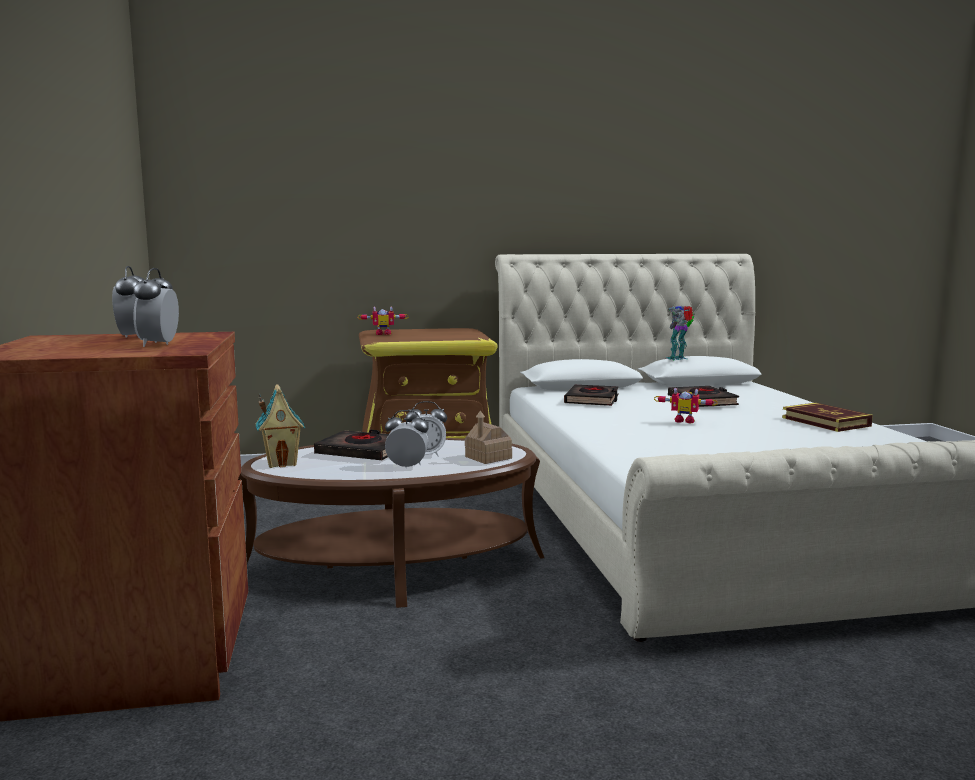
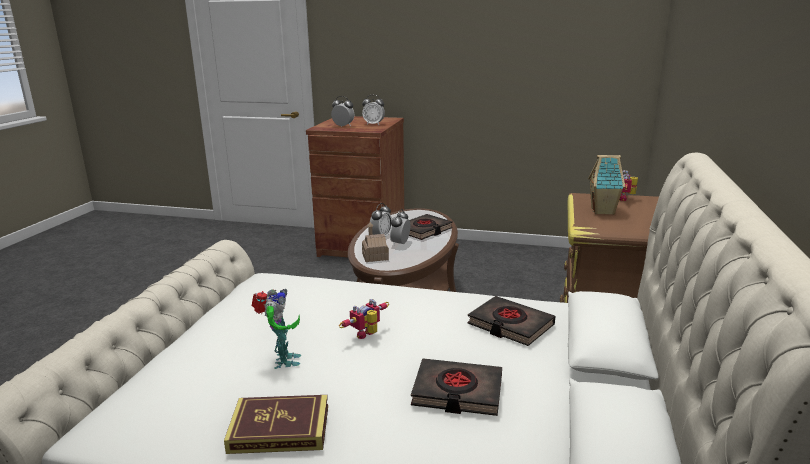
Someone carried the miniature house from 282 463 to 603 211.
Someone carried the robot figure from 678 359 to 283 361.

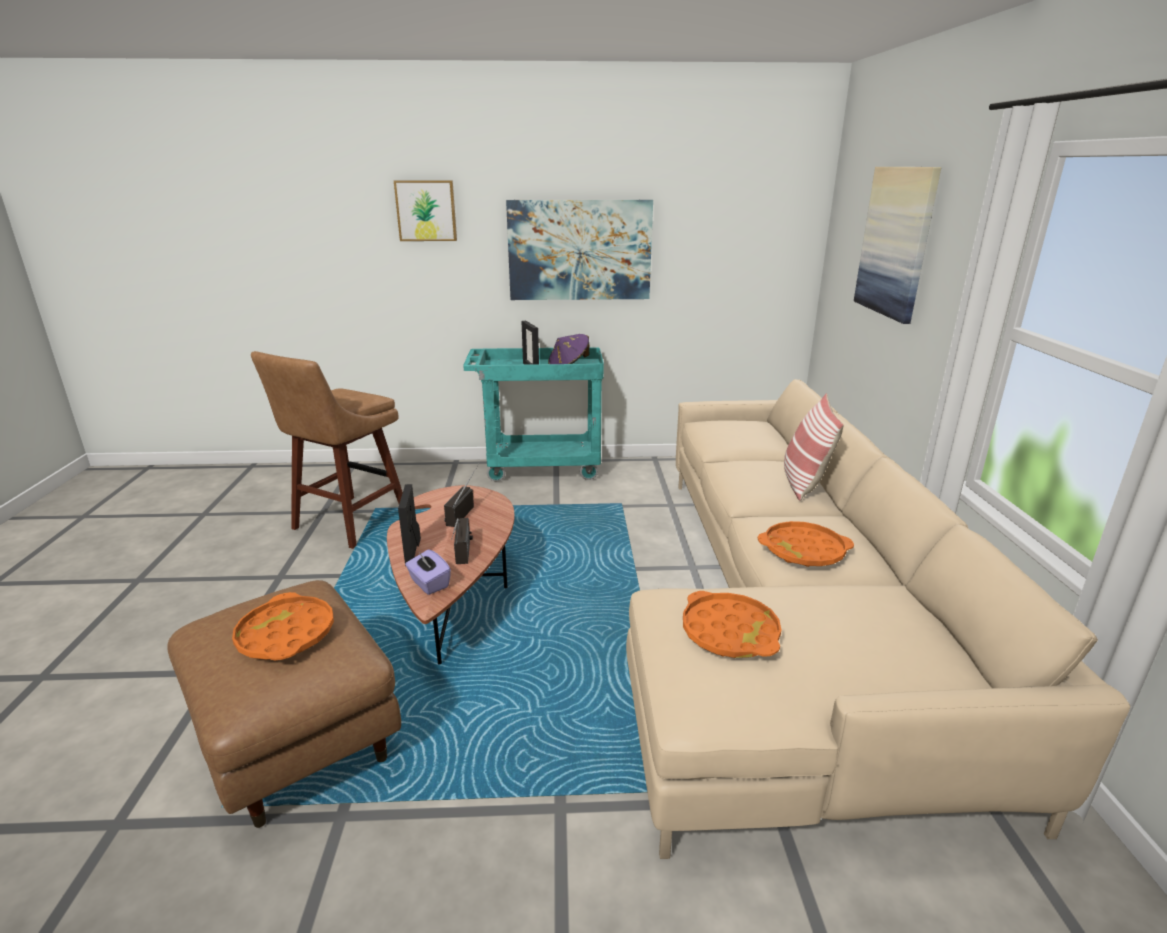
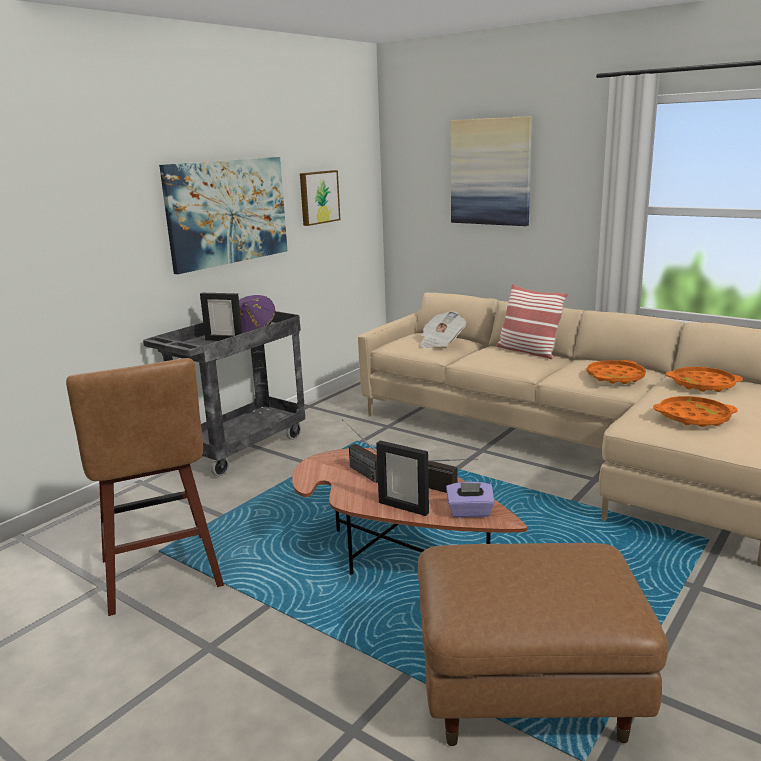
Someone carried the orange-coloured tray from 286 635 to 703 384.
Someone carried the picture from 426 210 to 318 197.
Someone repainted the turquoise wheeled cart at 538 471, which became the greyish wheeled cart at 239 452.
Someone put down the printed paper at 441 342.

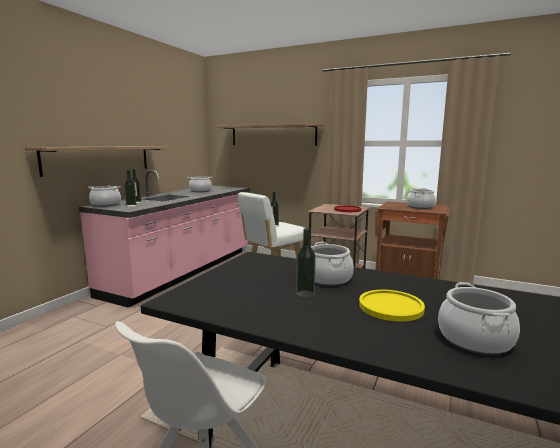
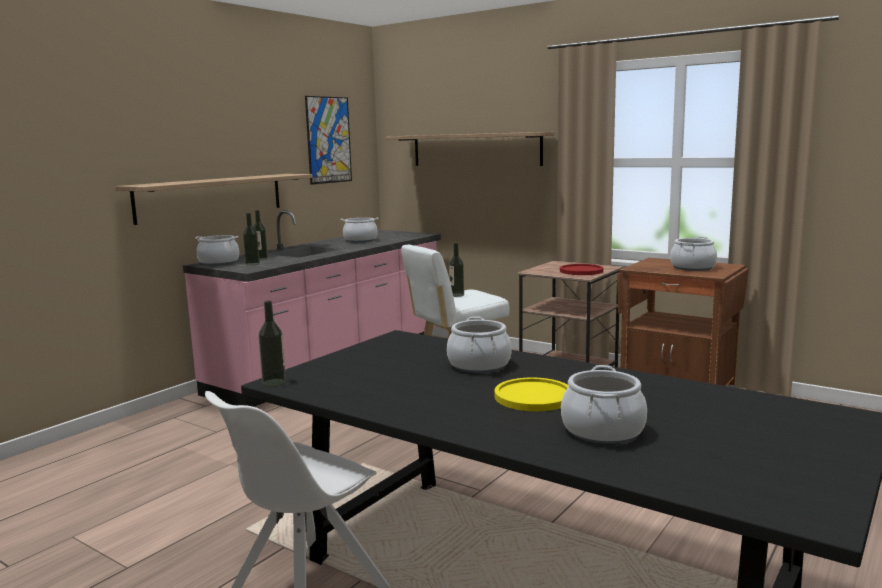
Someone carried the drink bottle from 305 294 to 274 382.
Someone put up the picture at 328 140.

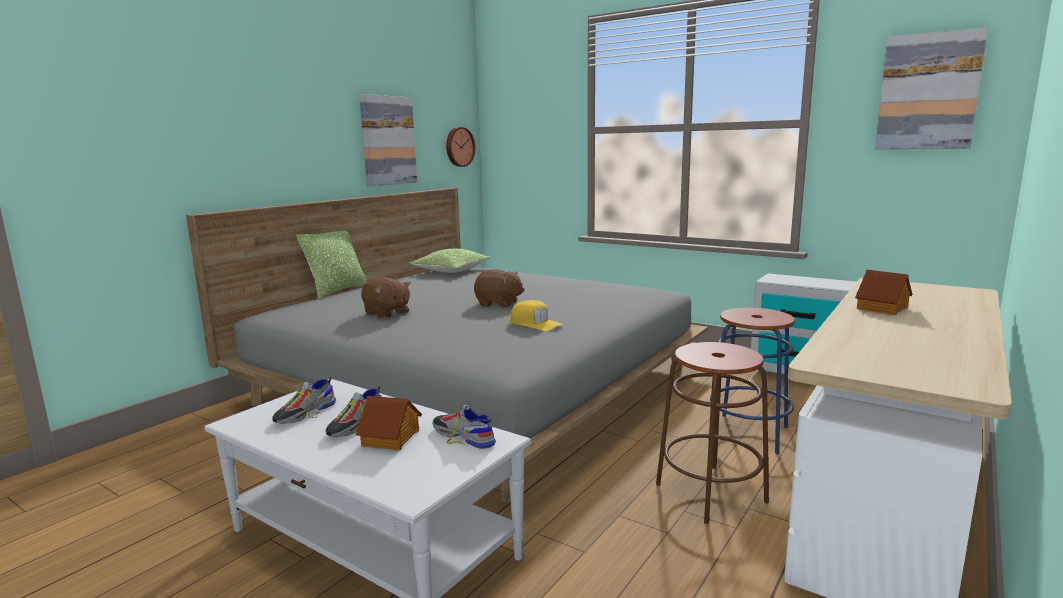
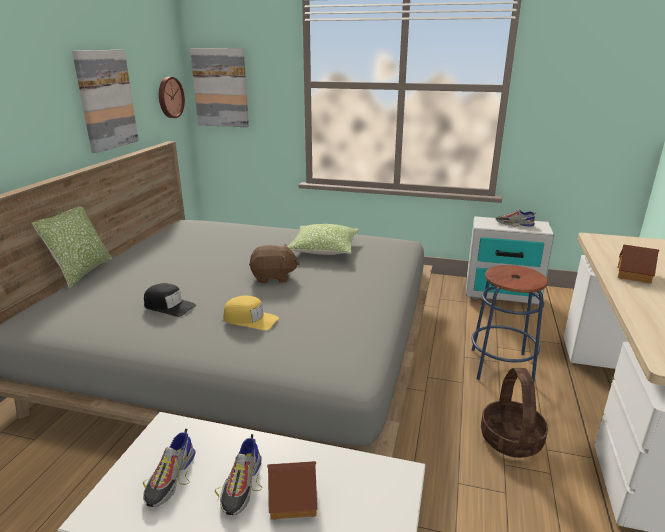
Someone swapped the brown soft toy at 386 313 for the black baseball cap at 169 306.
Someone carried the pillow from 451 271 to 324 249.
Someone carried the low shoe from 463 436 to 514 223.
Someone carried the yellow baseball cap from 535 324 to 250 319.
Someone swapped the brown stool at 710 493 for the basket at 511 439.
Someone carried the picture from 928 92 to 221 88.

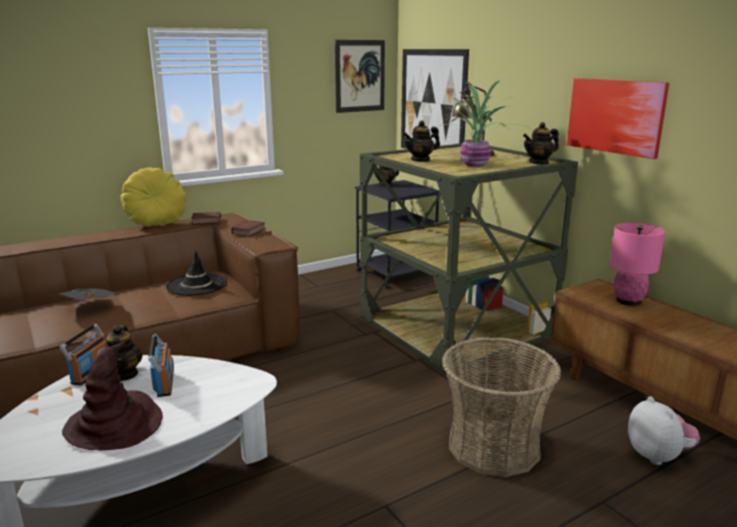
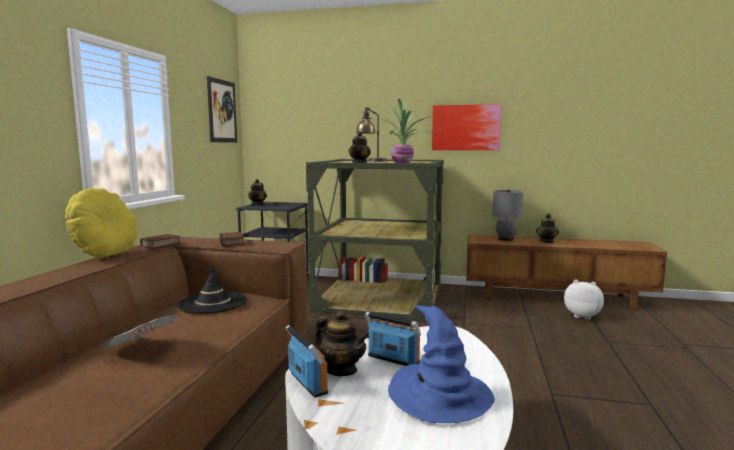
Someone repainted the brown clothing hat at 115 424, which became the blue-coloured clothing hat at 440 396.
Someone took away the picture at 432 103.
Someone took away the basket at 493 446.
Someone carried the pot for tea from 539 162 to 546 241.
Someone repainted the pinkish lamp for a table at 628 301, which became the greyish lamp for a table at 505 239.

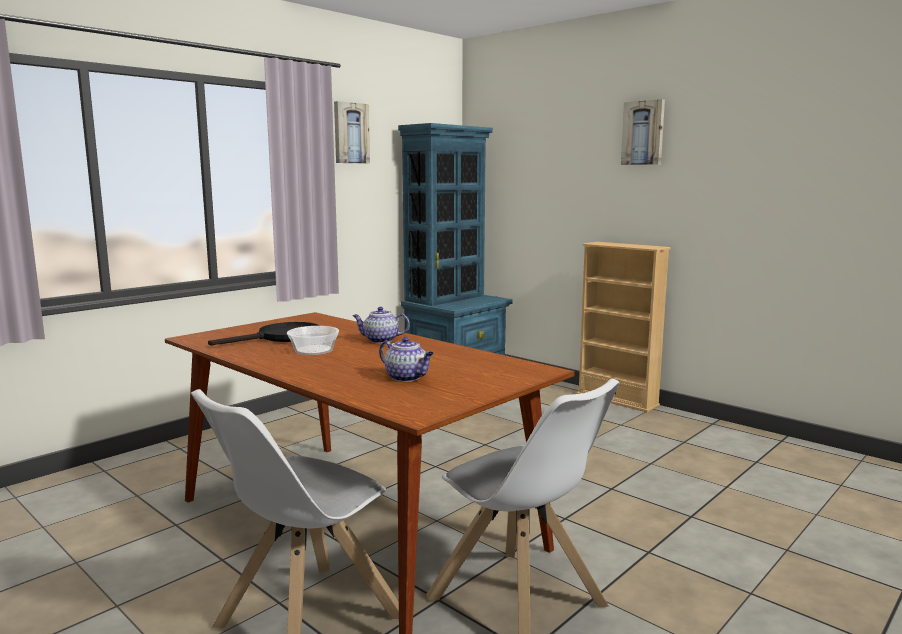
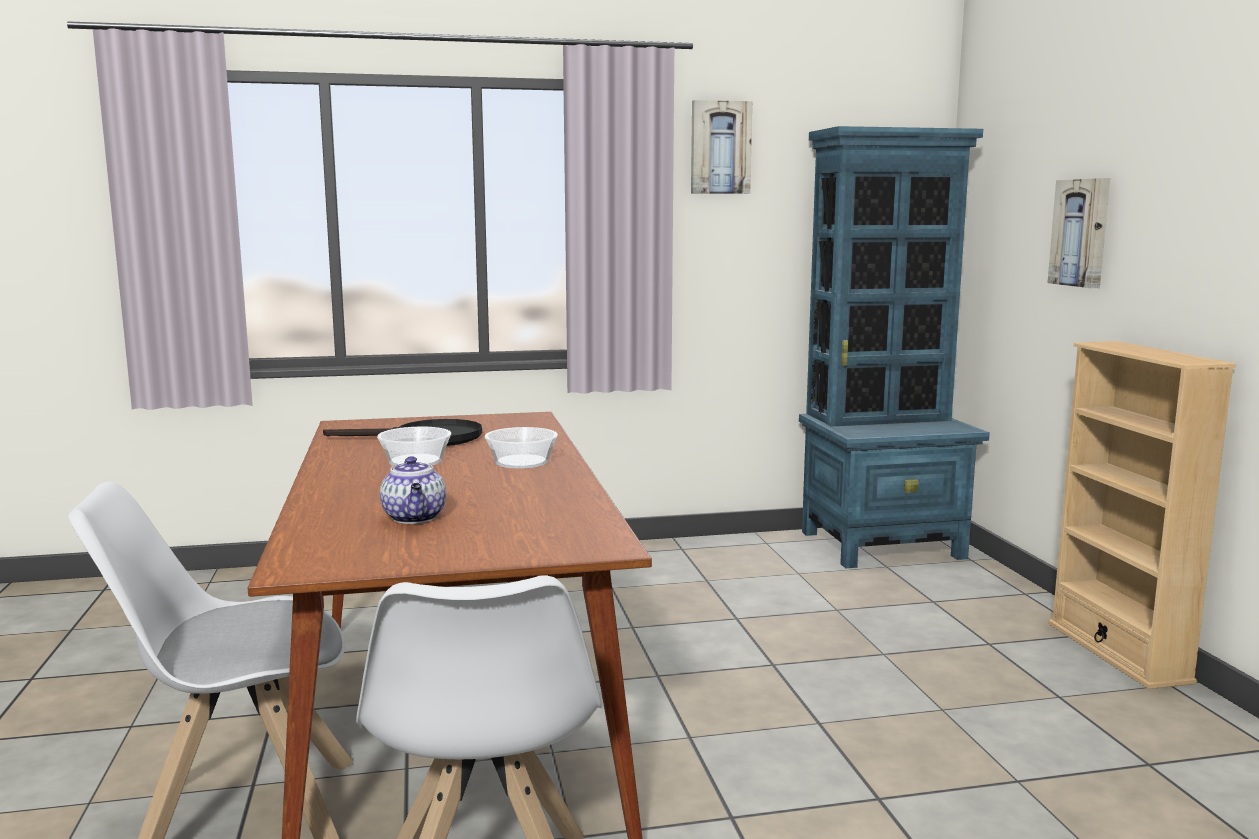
Someone swapped the pot for tea at 380 340 for the deep dish at 520 462.
Someone carried the picture from 643 133 to 1082 232.

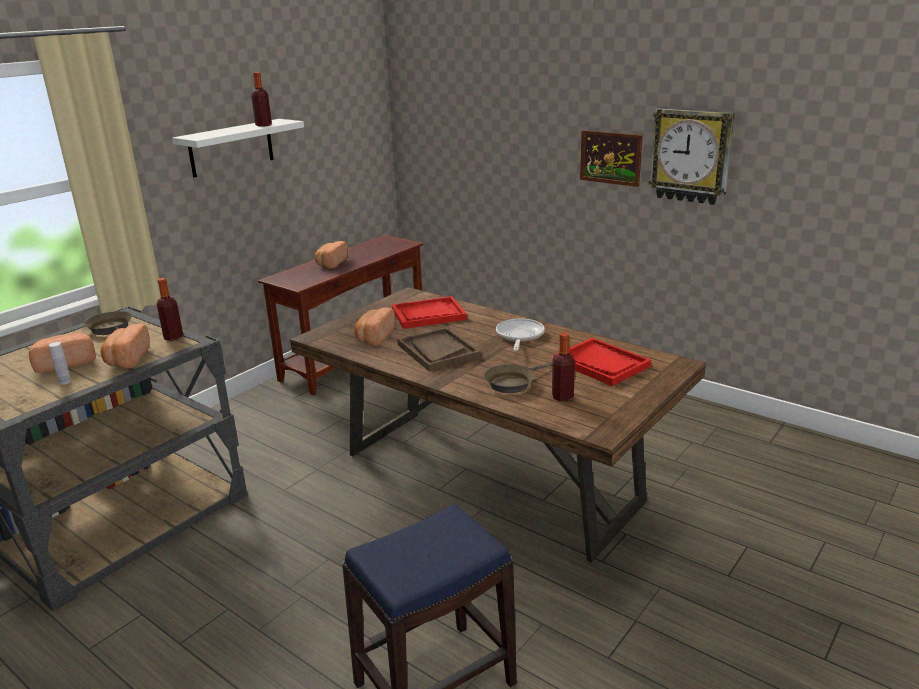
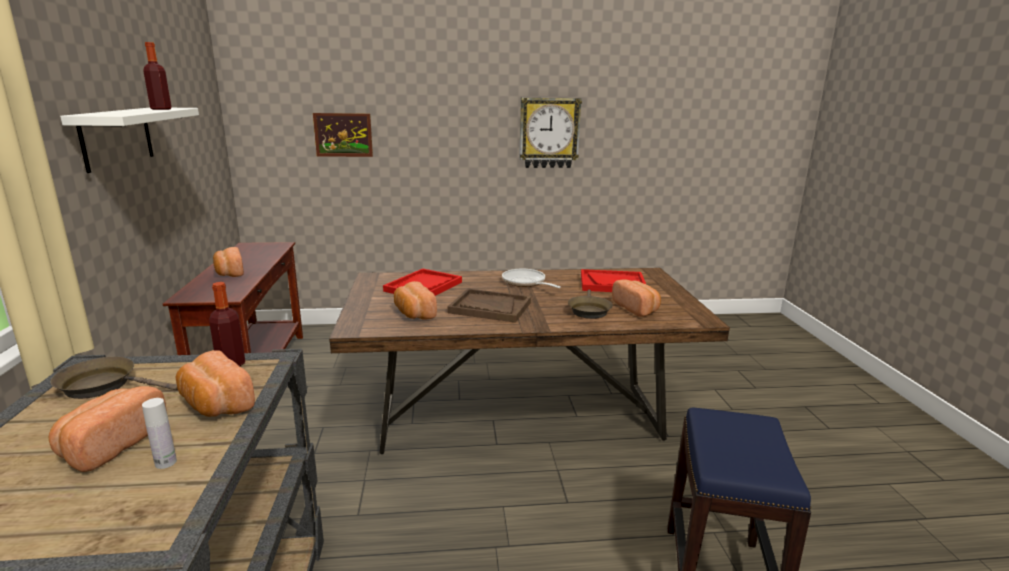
Someone swapped the drink bottle at 562 397 for the bread at 636 308.
Someone carried the picture from 610 157 to 343 135.

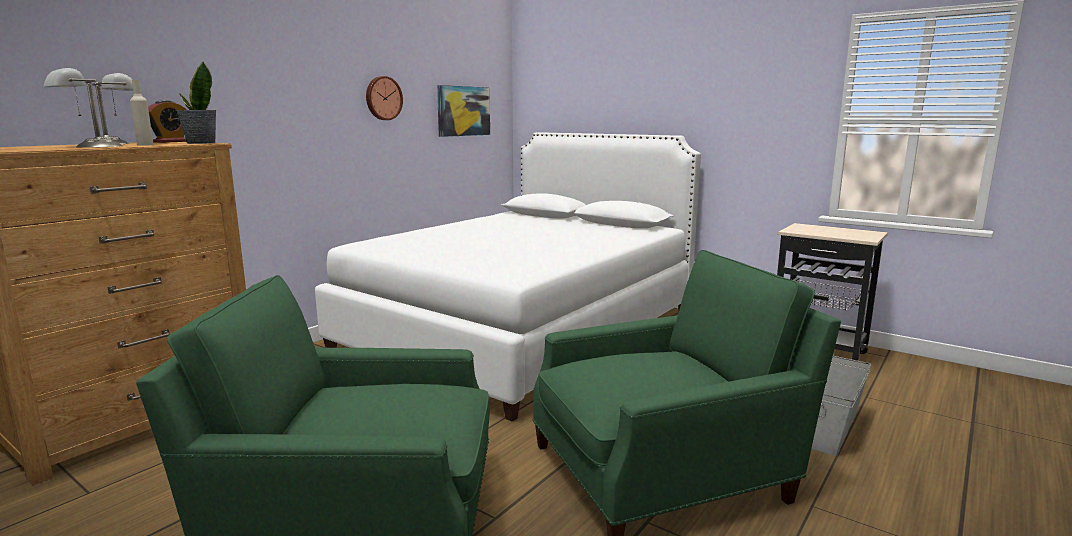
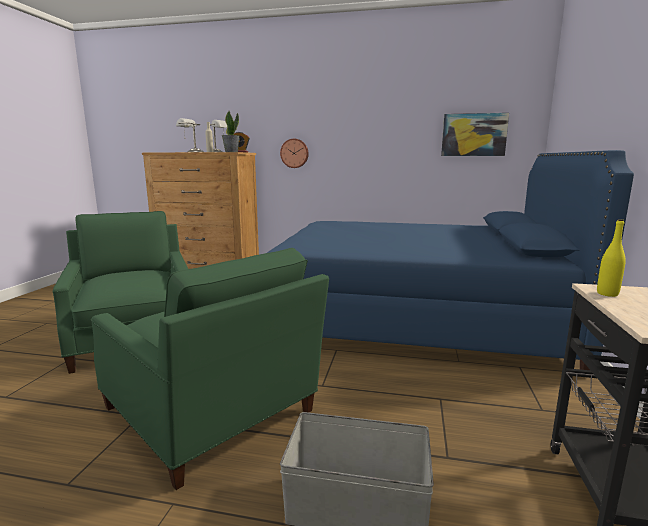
Someone repainted the white-coloured bedroom bed at 522 330, which became the blue-coloured bedroom bed at 411 317.
Someone carried the clock on the wall from 383 98 to 294 153.
Someone put down the yellow drink bottle at 607 294.

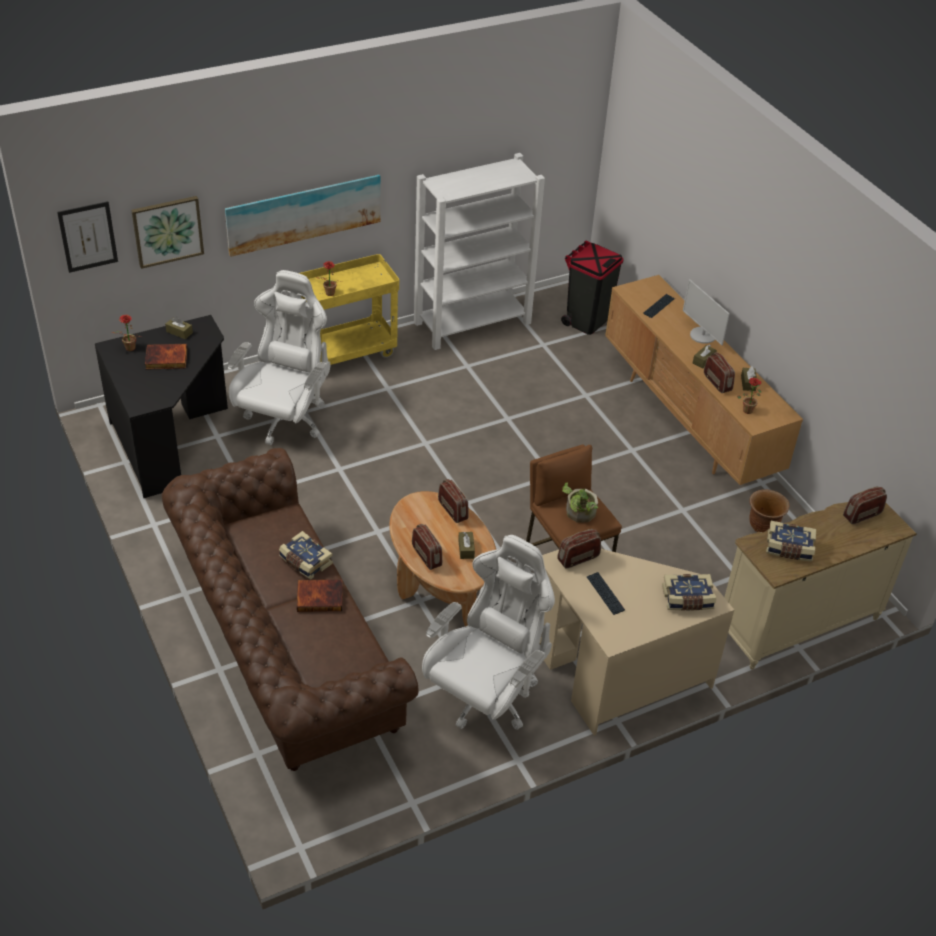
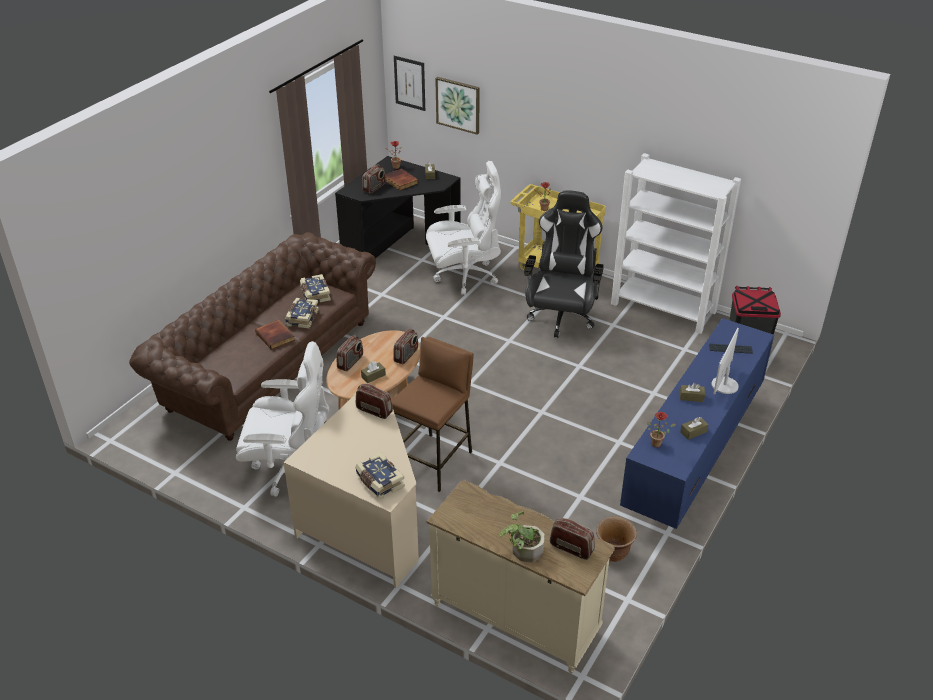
Someone took away the picture at 303 213.
Someone carried the plant in a pot from 578 515 to 523 550.
Someone took away the computer keyboard at 605 594.
Someone repainted the brown storage cabinet at 689 421, which became the blue-coloured storage cabinet at 693 460.
Someone carried the radio from 717 382 to 374 188.
Someone carried the volume from 789 548 to 315 294.
Someone put down the black computer chair at 561 320.

